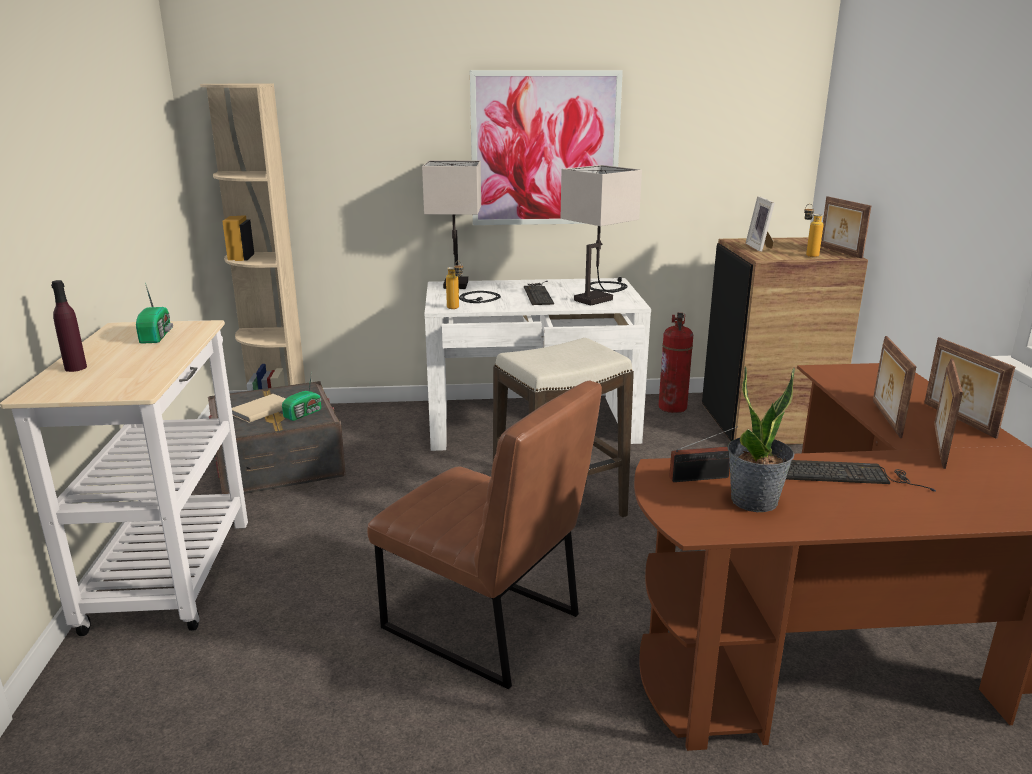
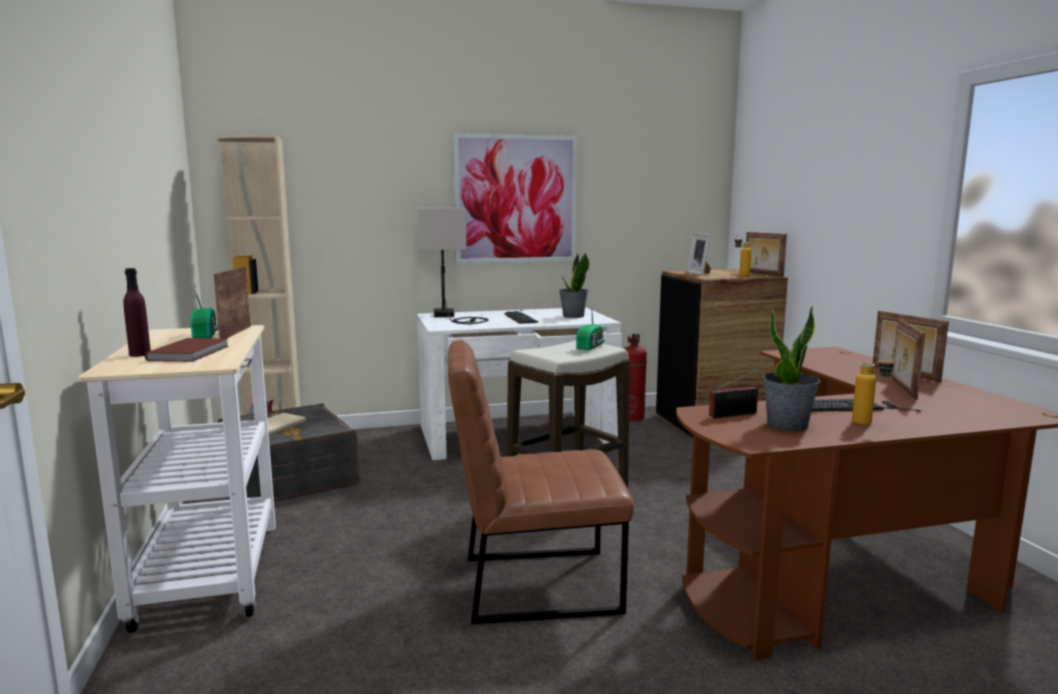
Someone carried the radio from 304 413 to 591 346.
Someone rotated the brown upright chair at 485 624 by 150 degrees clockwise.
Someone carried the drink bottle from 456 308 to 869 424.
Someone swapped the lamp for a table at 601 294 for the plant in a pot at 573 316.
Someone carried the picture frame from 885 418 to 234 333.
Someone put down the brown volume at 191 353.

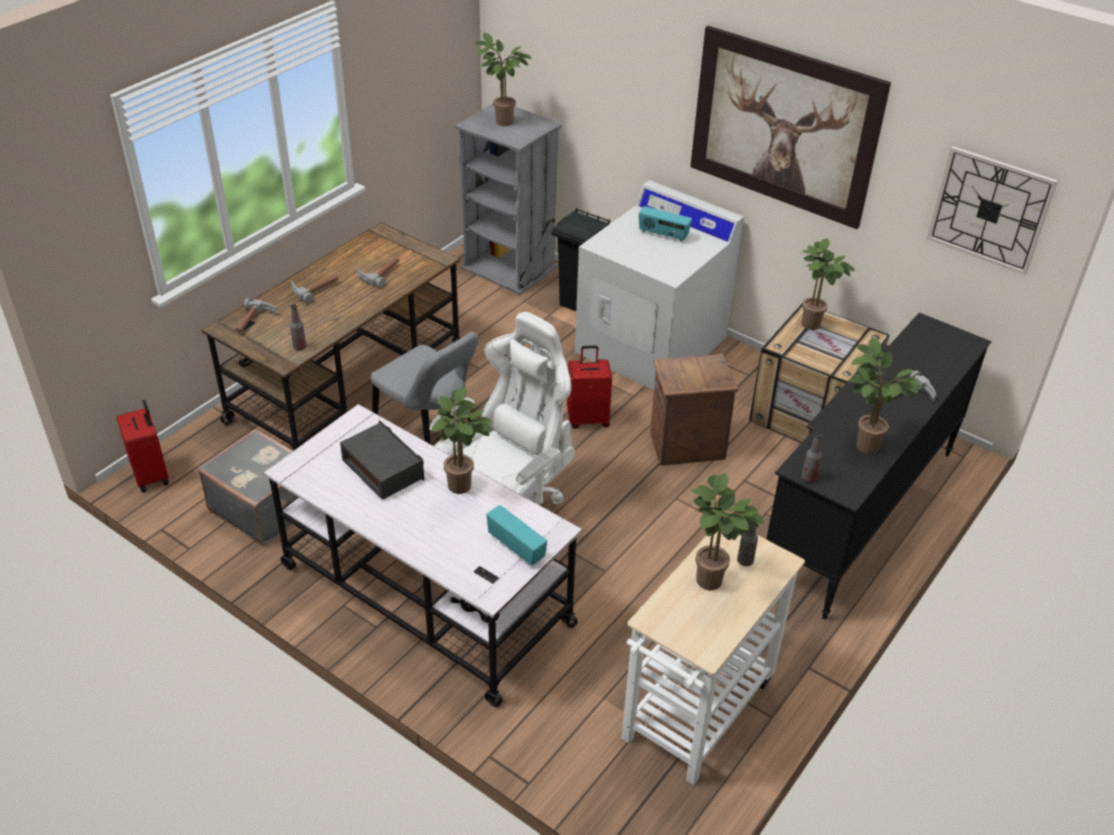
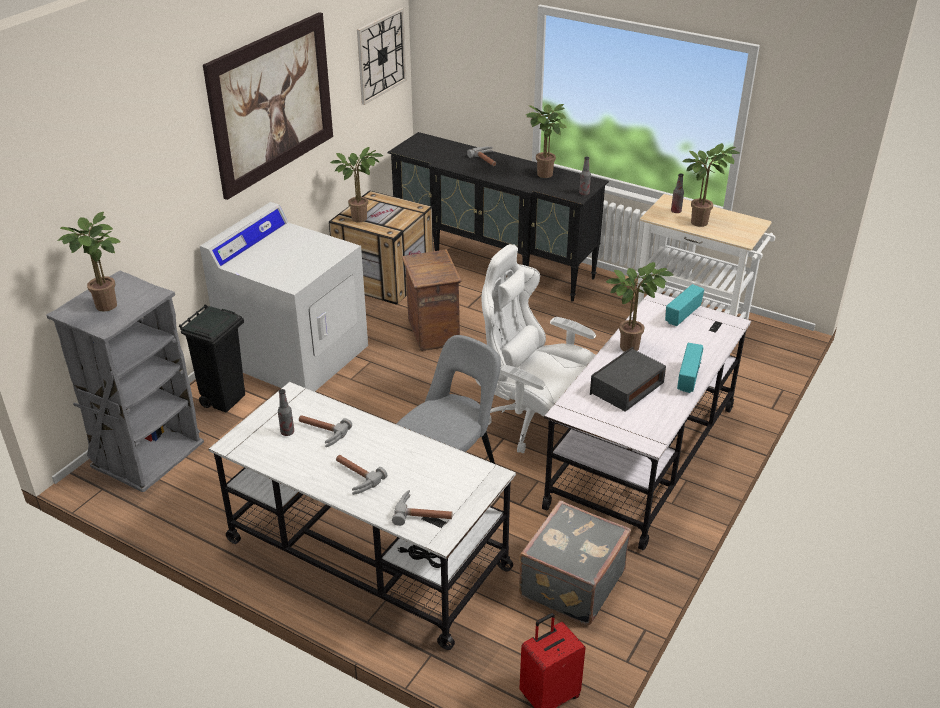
Someone repainted the brown desk unit at 346 384, which became the white-coloured desk unit at 368 555.
Someone carried the drink bottle from 299 347 to 287 432.
Someone took away the red piece of luggage at 588 419.
Someone carried the radio from 663 234 to 689 379.

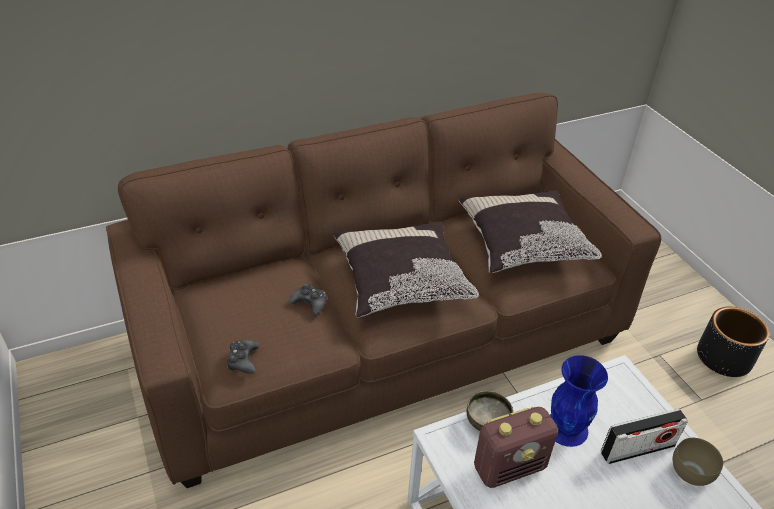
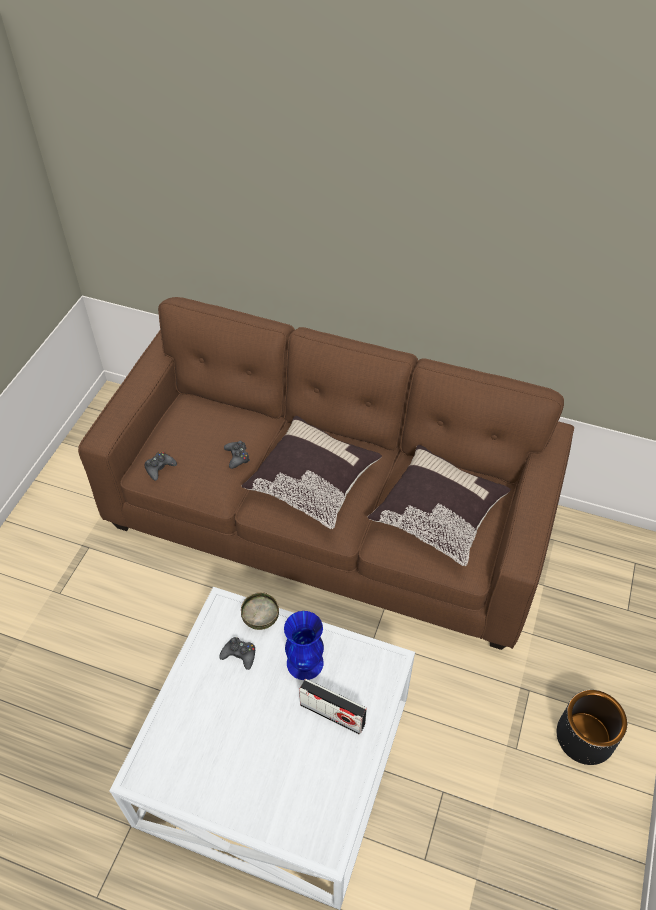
Someone swapped the radio at 510 467 for the black joypad at 239 654.
Someone took away the brown deep dish at 688 473.

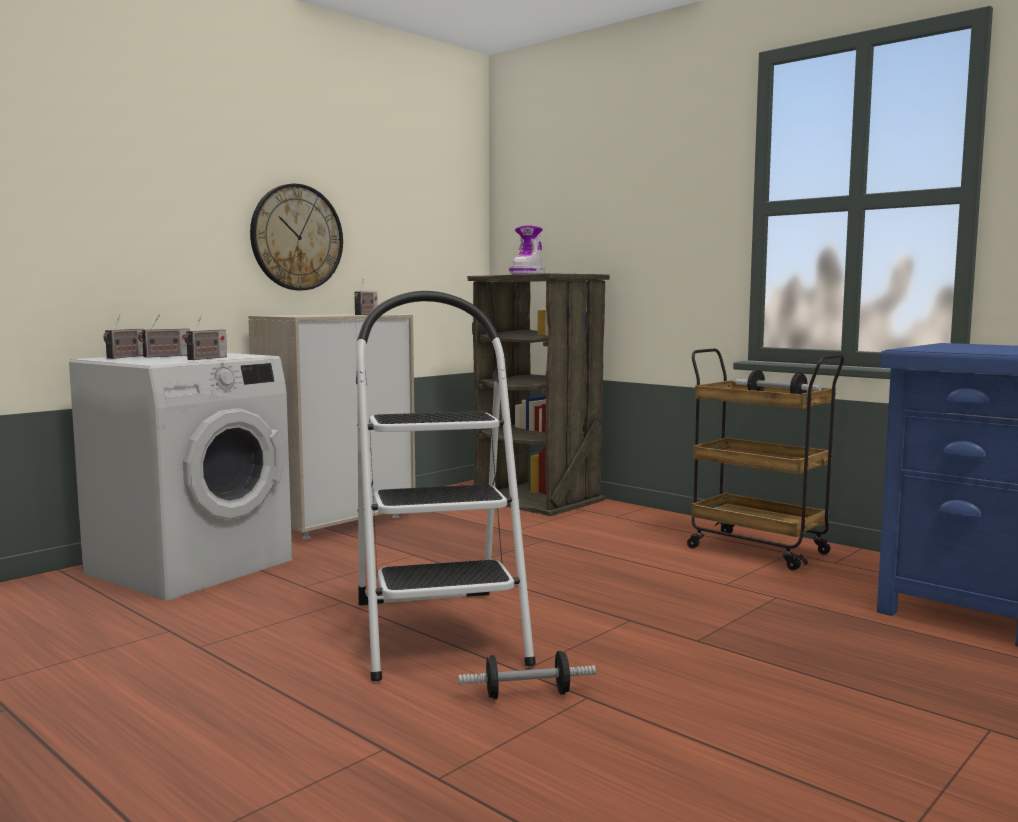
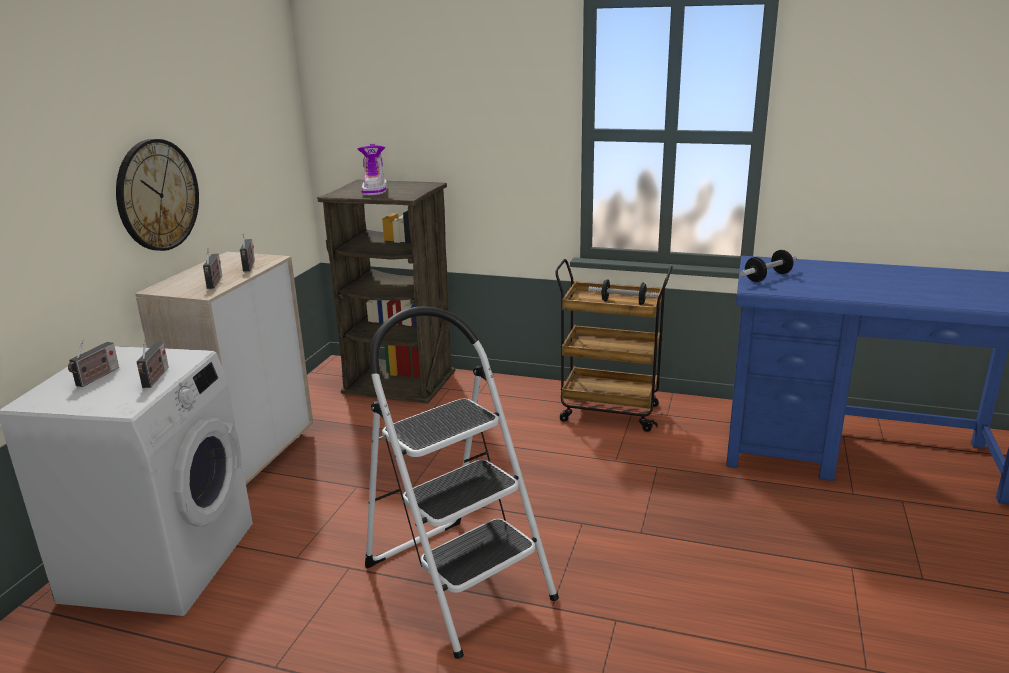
Someone carried the radio from 125 357 to 215 283.
Someone carried the free weight from 527 694 to 767 277.

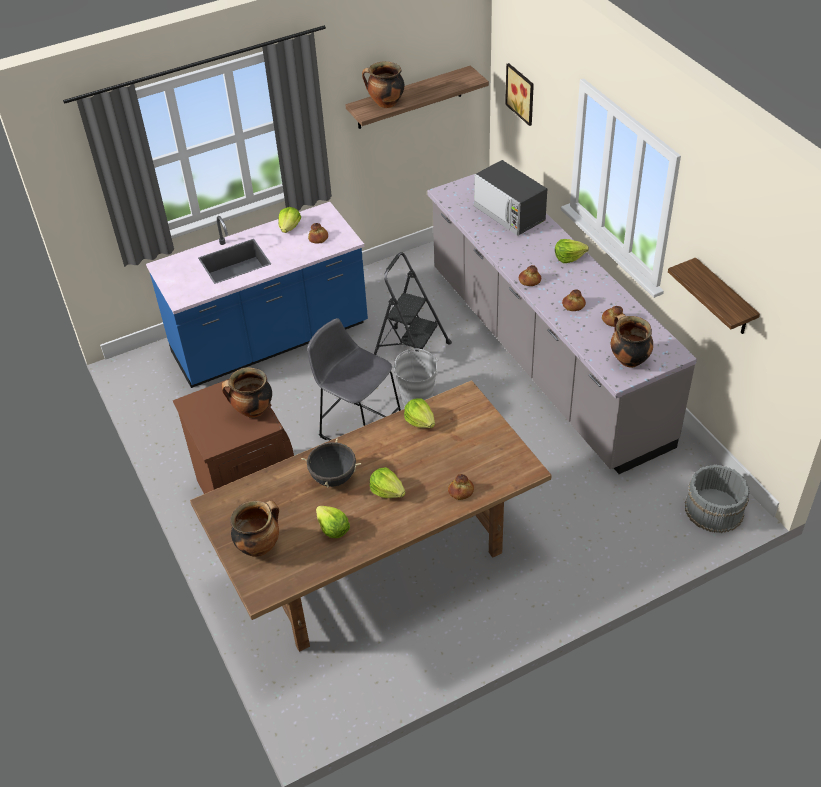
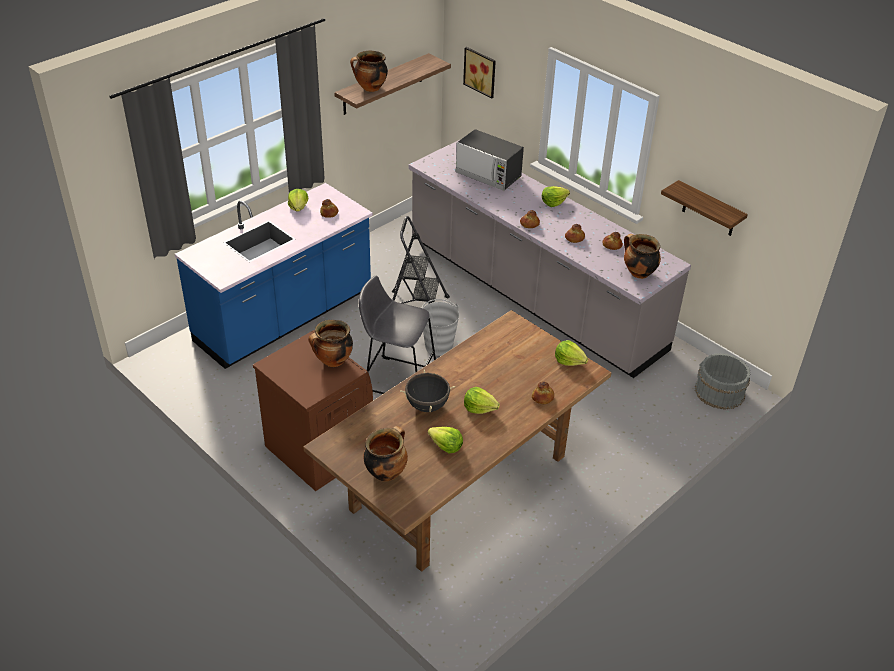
Someone carried the lettuce from 420 421 to 569 360.

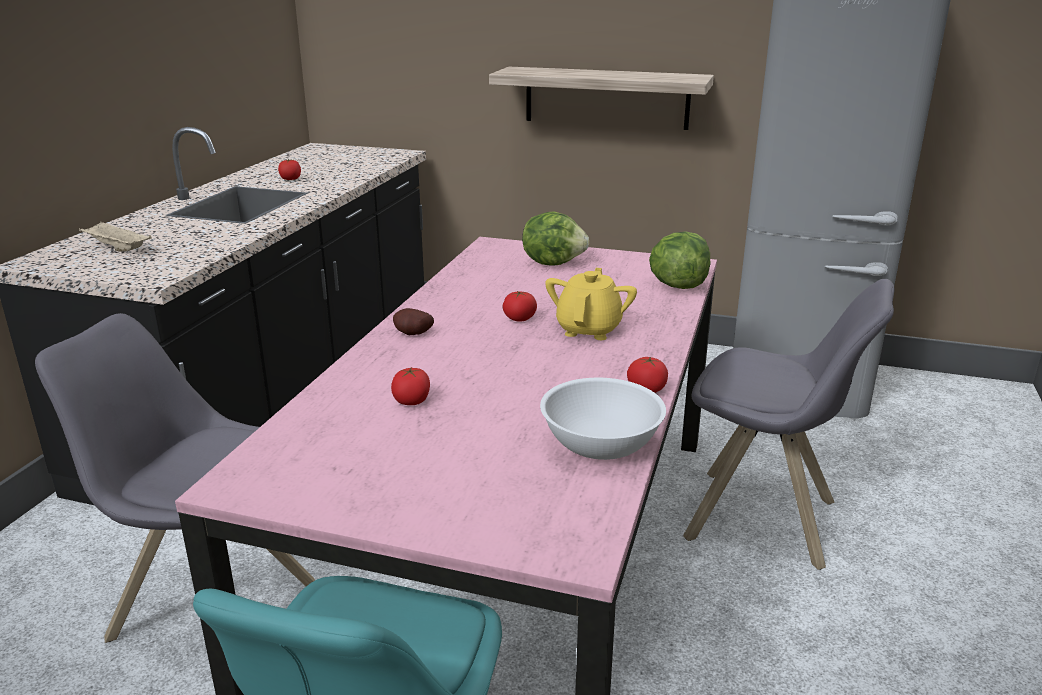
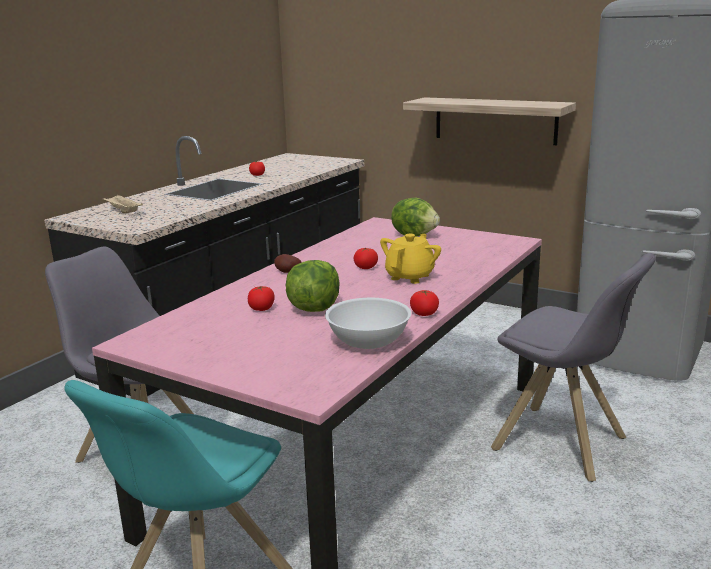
Someone carried the lettuce from 678 285 to 314 308.

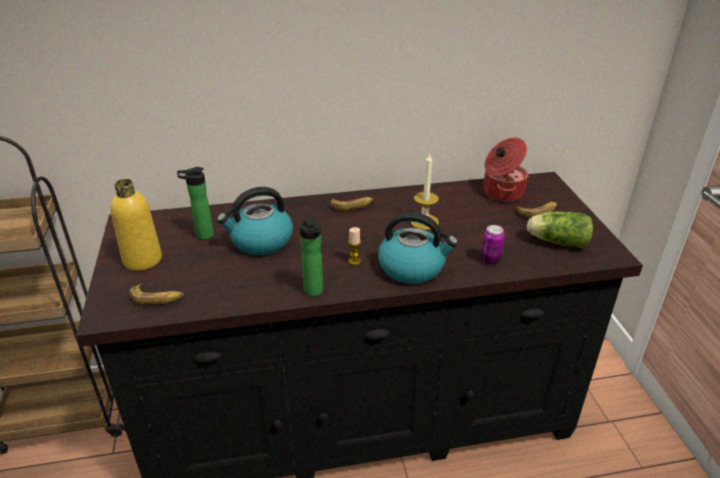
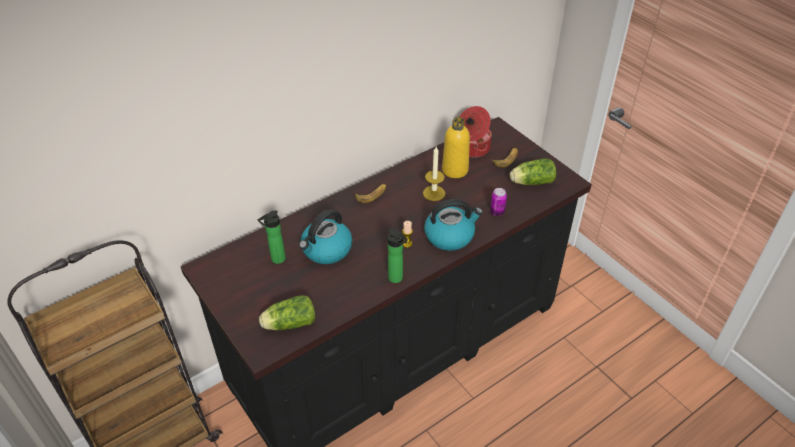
Someone carried the yellow drink bottle from 142 260 to 455 170.
Someone swapped the banana at 157 298 for the lettuce at 288 324.

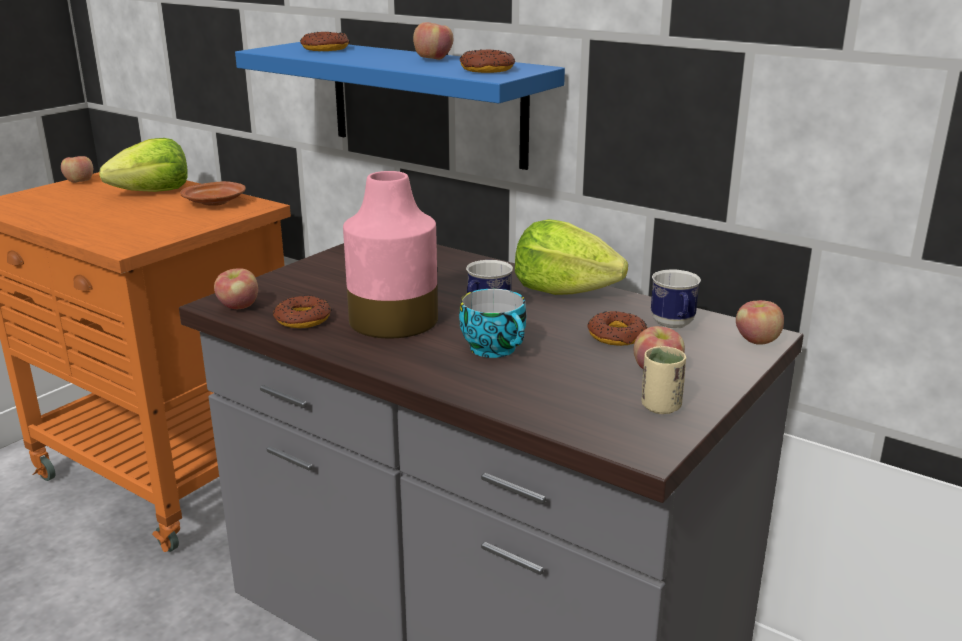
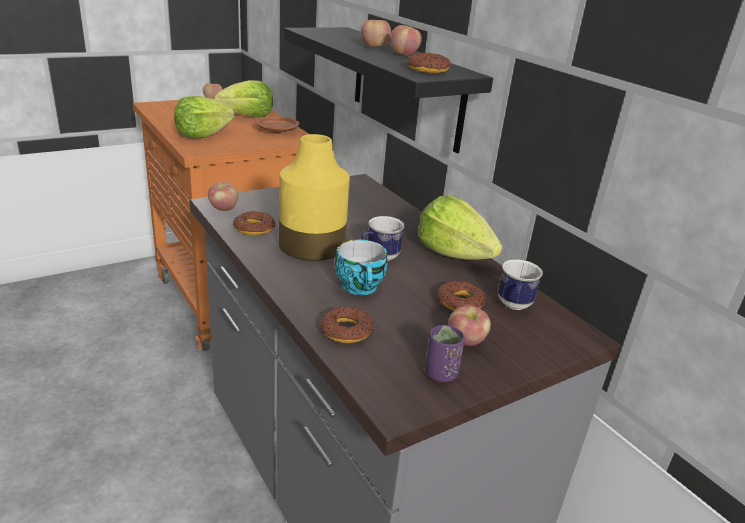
Someone repainted the blue-coloured bracket shelf at 426 103, which became the black bracket shelf at 406 87.
Someone carried the donut from 325 48 to 346 330.
Someone repainted the pinkish decorative vase at 393 319, which became the yellow decorative vase at 312 244.
Someone repainted the beige-coloured cup at 660 406, which became the purplish cup at 440 373.
Someone carried the apple from 757 340 to 374 46.
Someone put down the lettuce at 202 135.

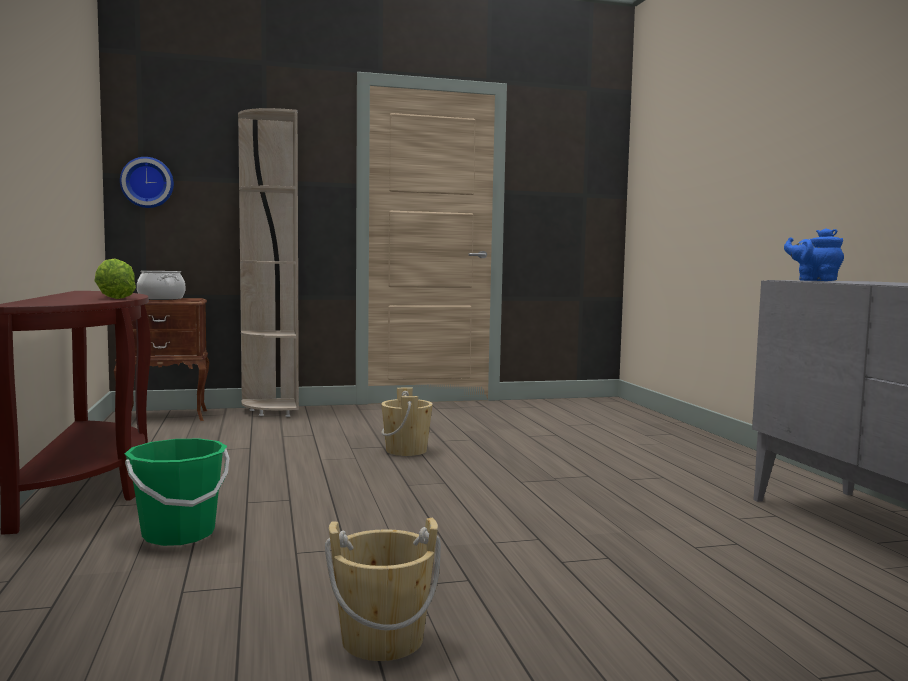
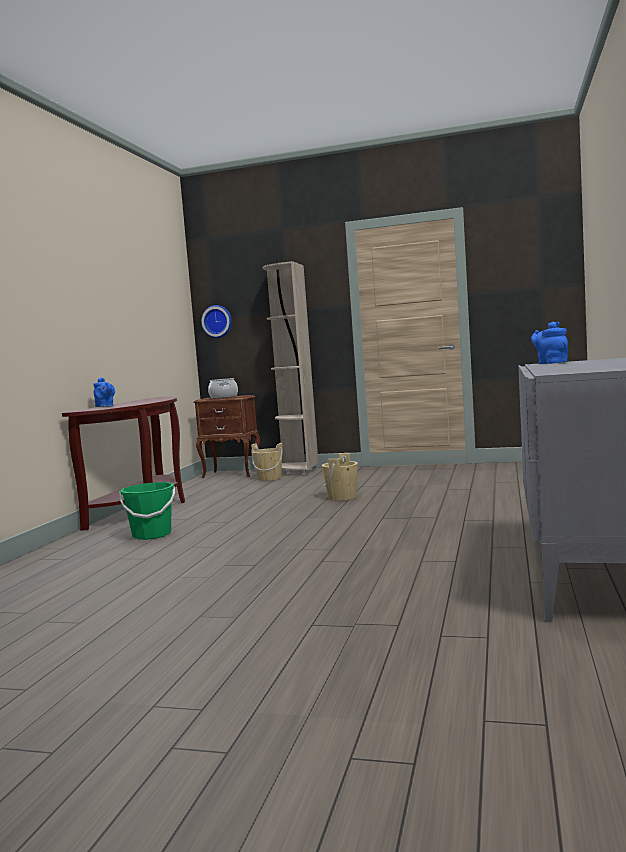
Someone took away the lettuce at 113 298.
Someone carried the beige-coloured pail from 382 640 to 269 478.
Someone put down the blue-coloured pot for tea at 105 406.

